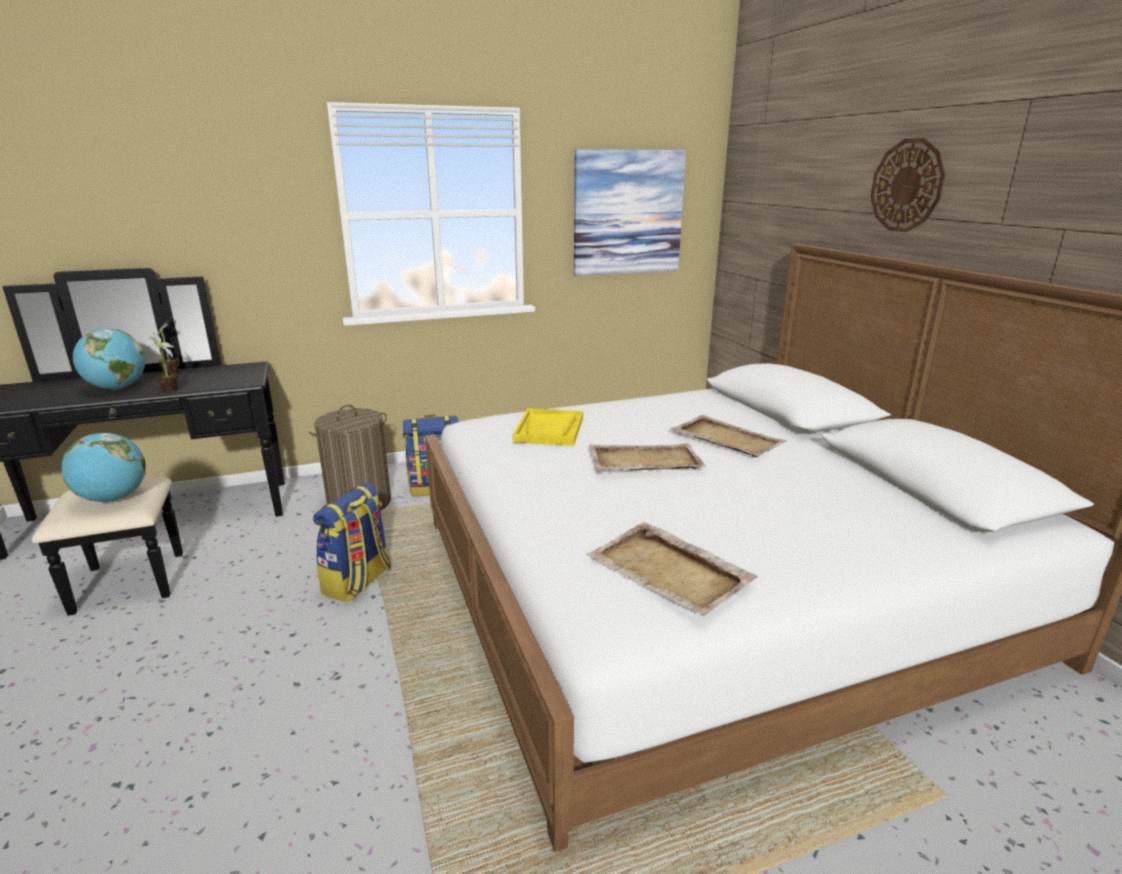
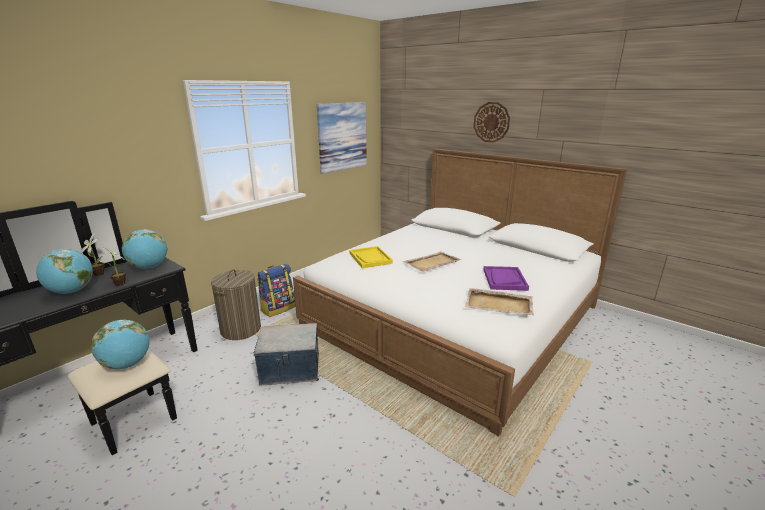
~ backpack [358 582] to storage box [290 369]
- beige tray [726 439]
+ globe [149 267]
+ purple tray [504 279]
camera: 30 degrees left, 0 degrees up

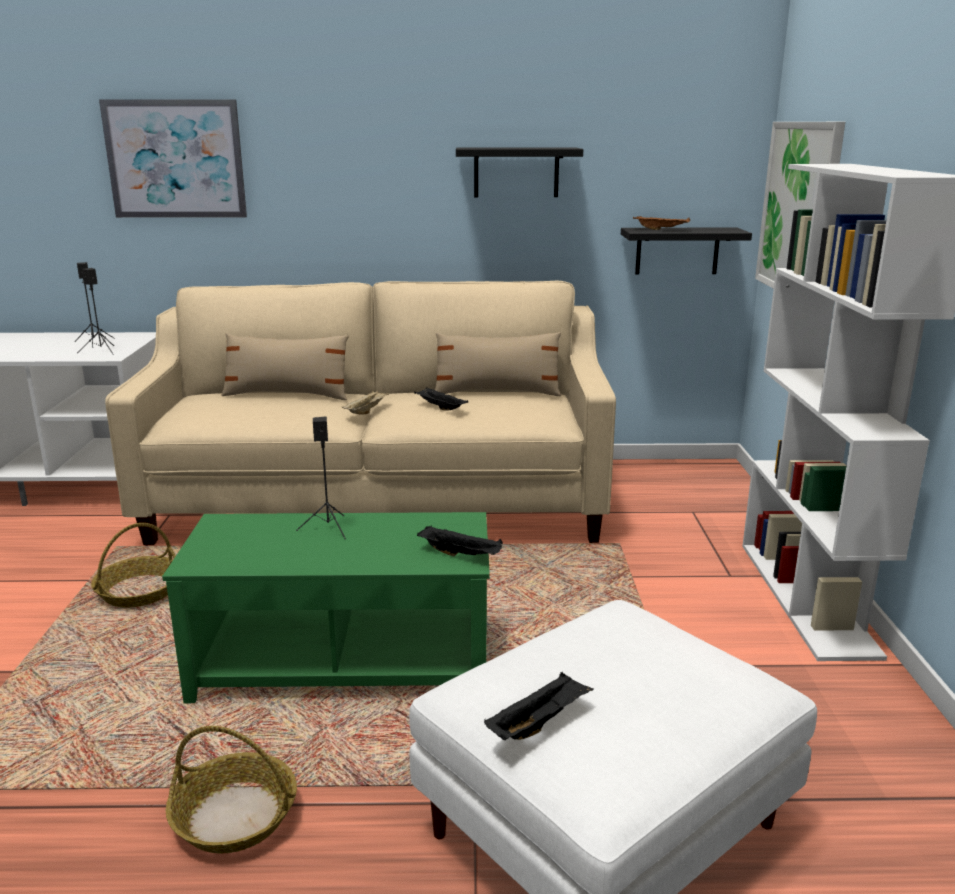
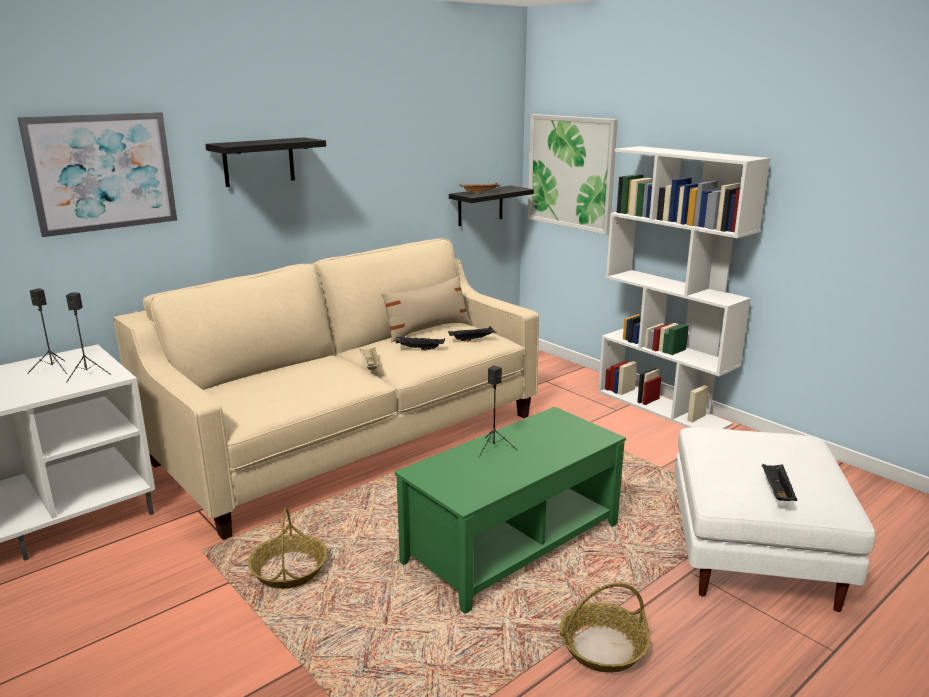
- beige pillow [287 395]
~ black tray [461 554] to [472 340]
~ black shelf [516 172] to [259 162]
camera: 40 degrees left, 0 degrees up

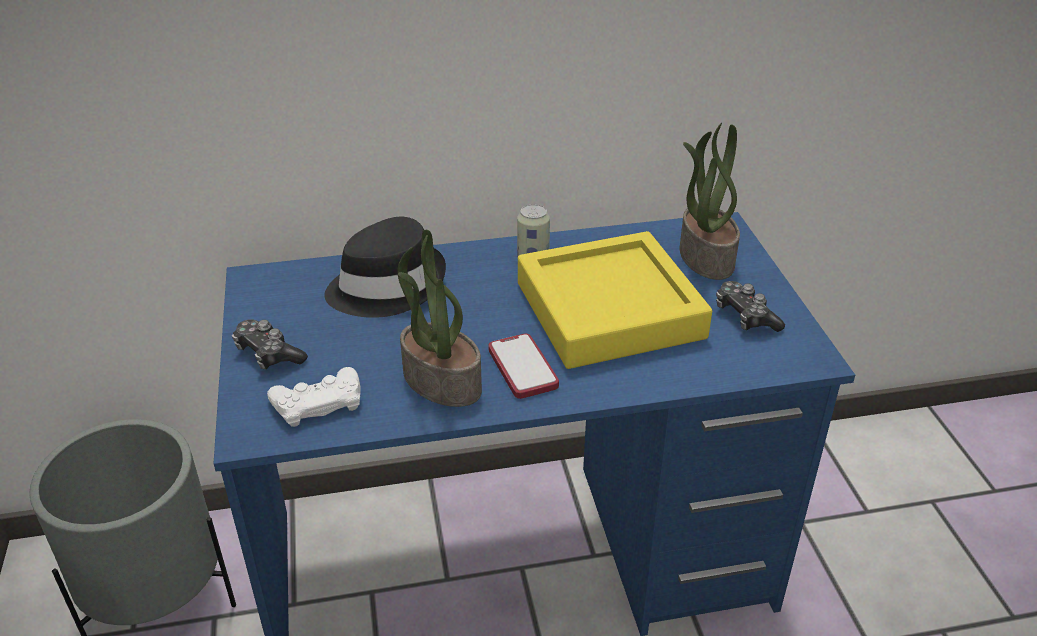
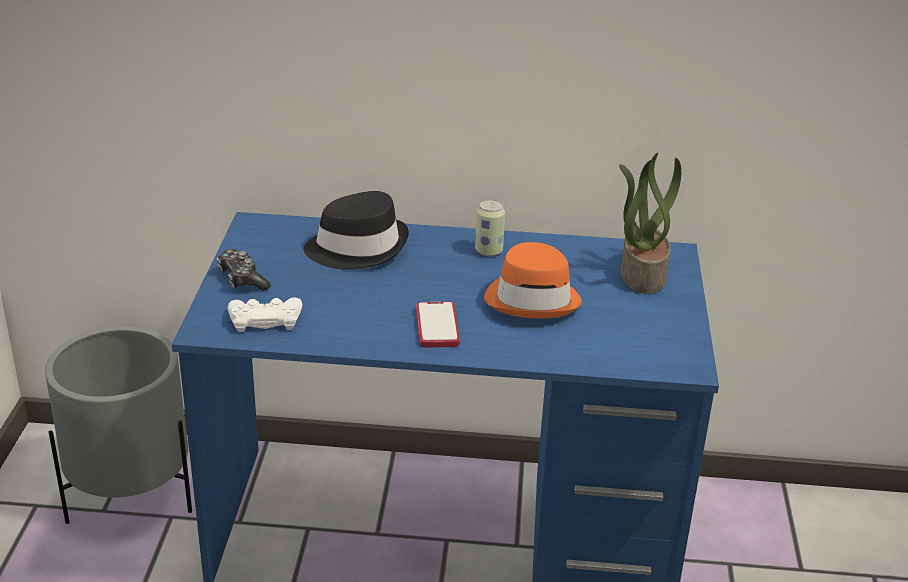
- potted plant [440 382]
~ yellow tray [609 310] to orange hat [533 299]
- game controller [745 316]
camera: 15 degrees right, 5 degrees down

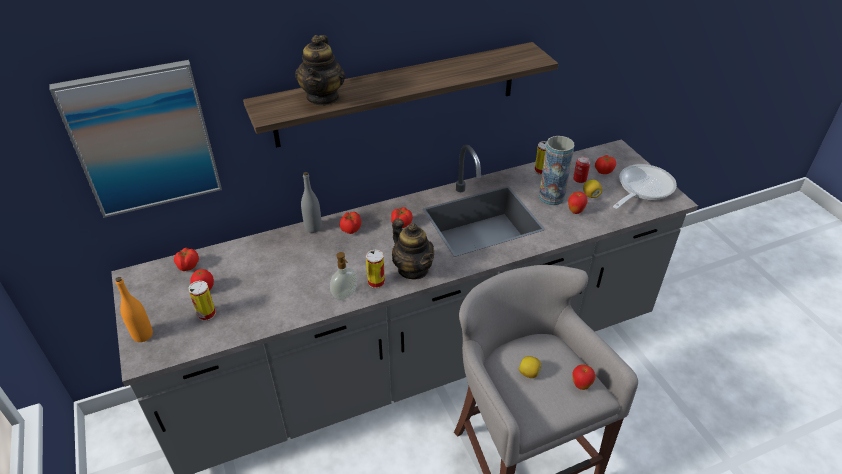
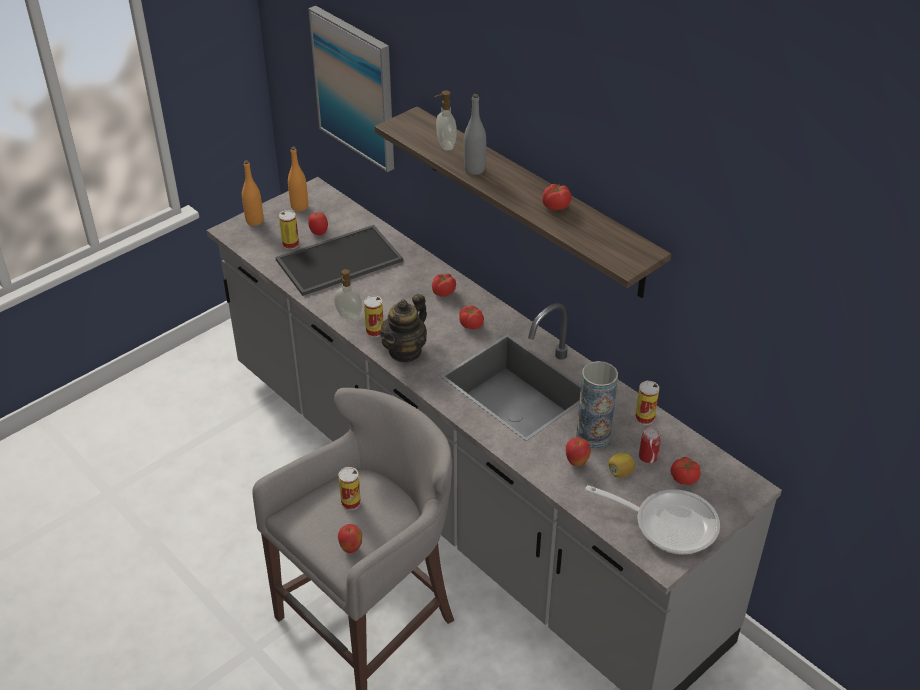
~ tomato [188 266] to [556 206]
~ teapot [323 97] to soap dispenser [445 145]
~ grey bottle [313 228] to [474 169]
~ lemon [529 373] to can [351 502]
+ tray [339 262]
+ orange bottle [299 206]
camera: 70 degrees right, 0 degrees up

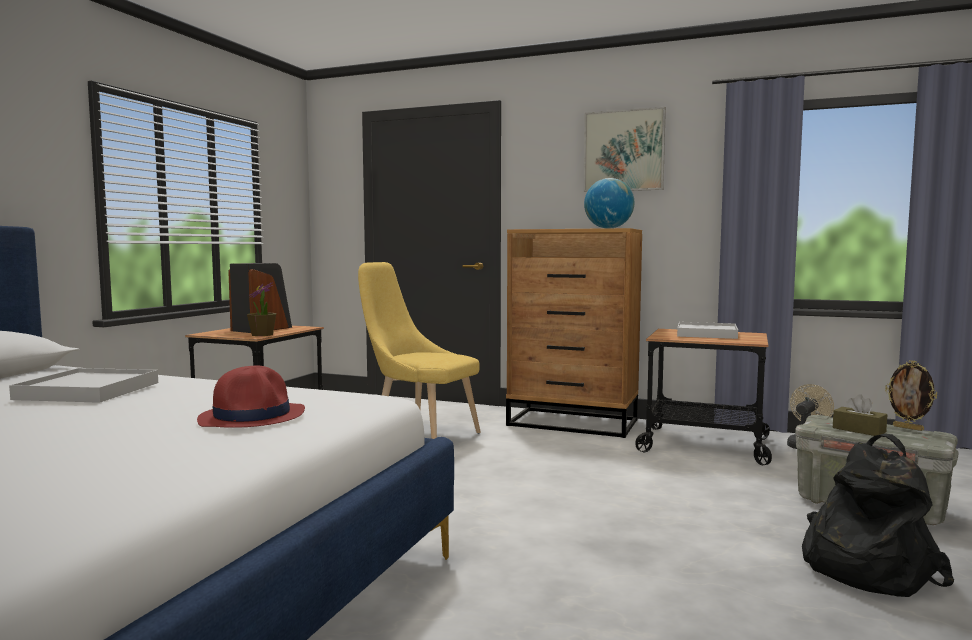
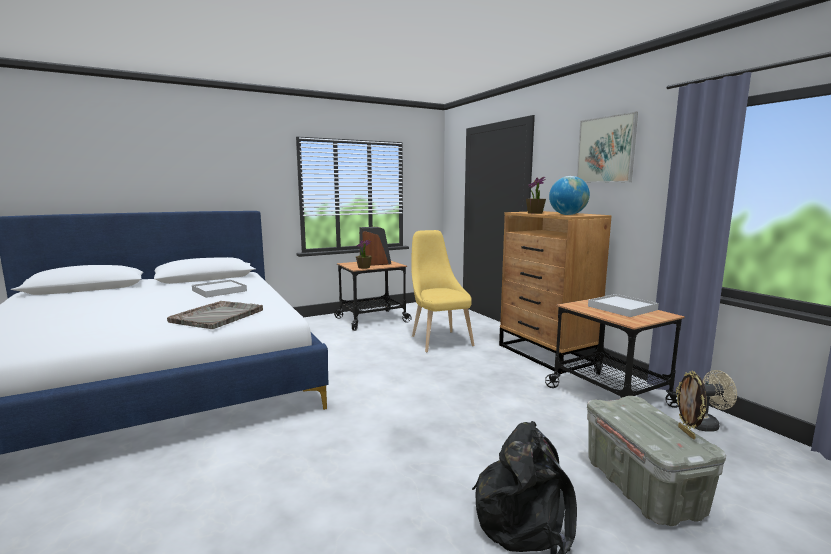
~ red hat [253 417] to grey tray [218 316]
- brown tissue box [859 430]
+ potted plant [535 213]
camera: 40 degrees right, 5 degrees up

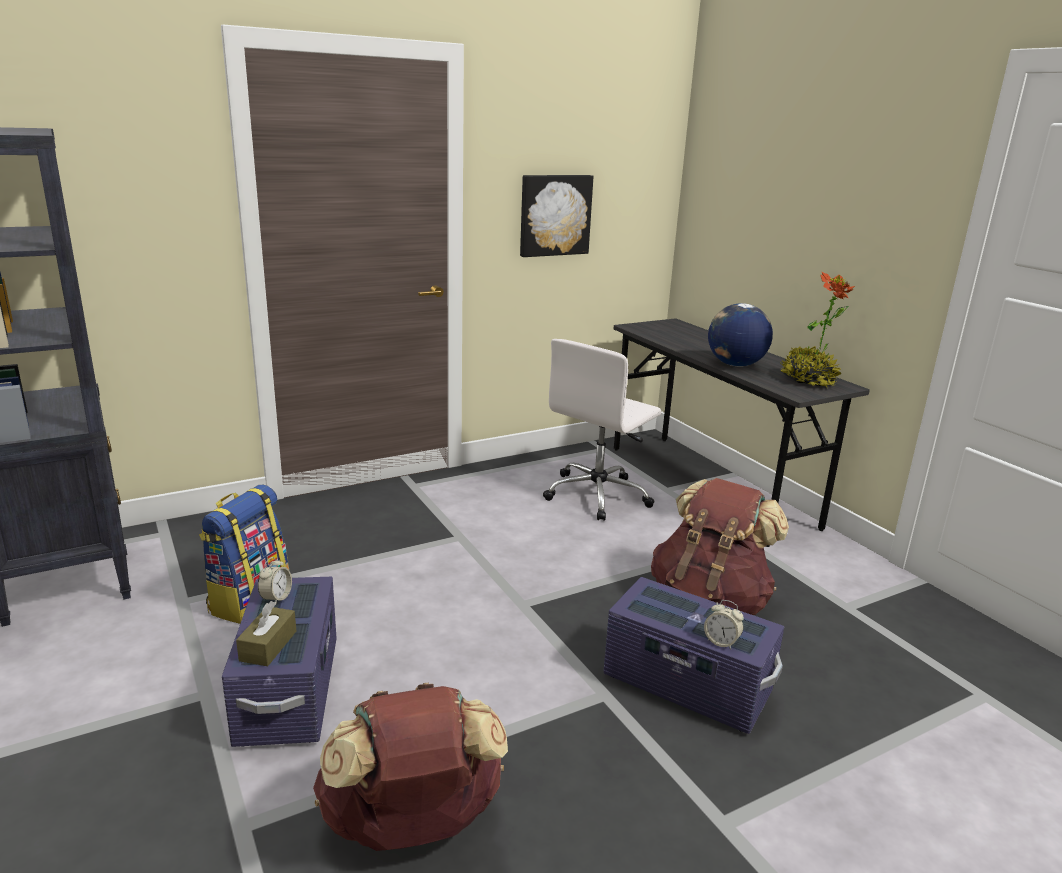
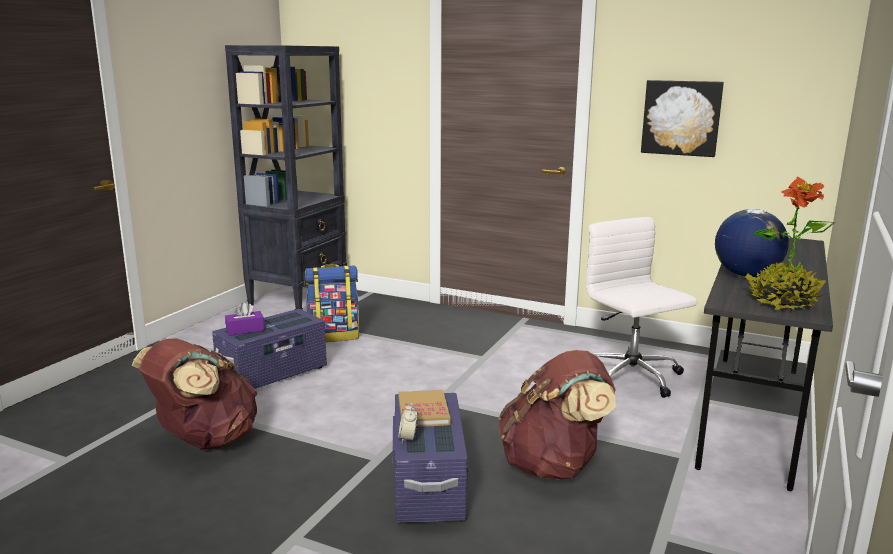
~ brown tissue box [268 646] to purple tissue box [245 330]
- alarm clock [276 598]
~ white office chair [598 495] = [632 378] 60 degrees clockwise
+ book [423 411]
camera: 55 degrees right, 5 degrees down

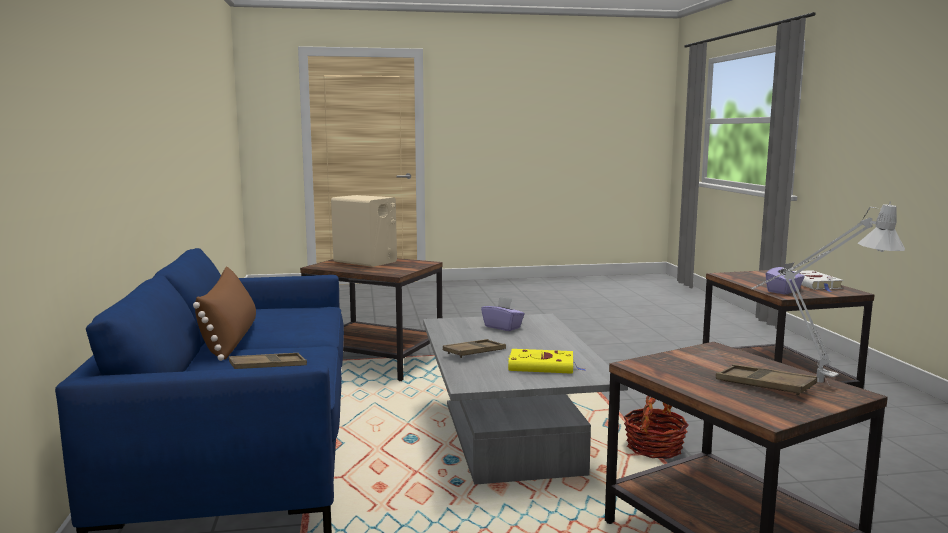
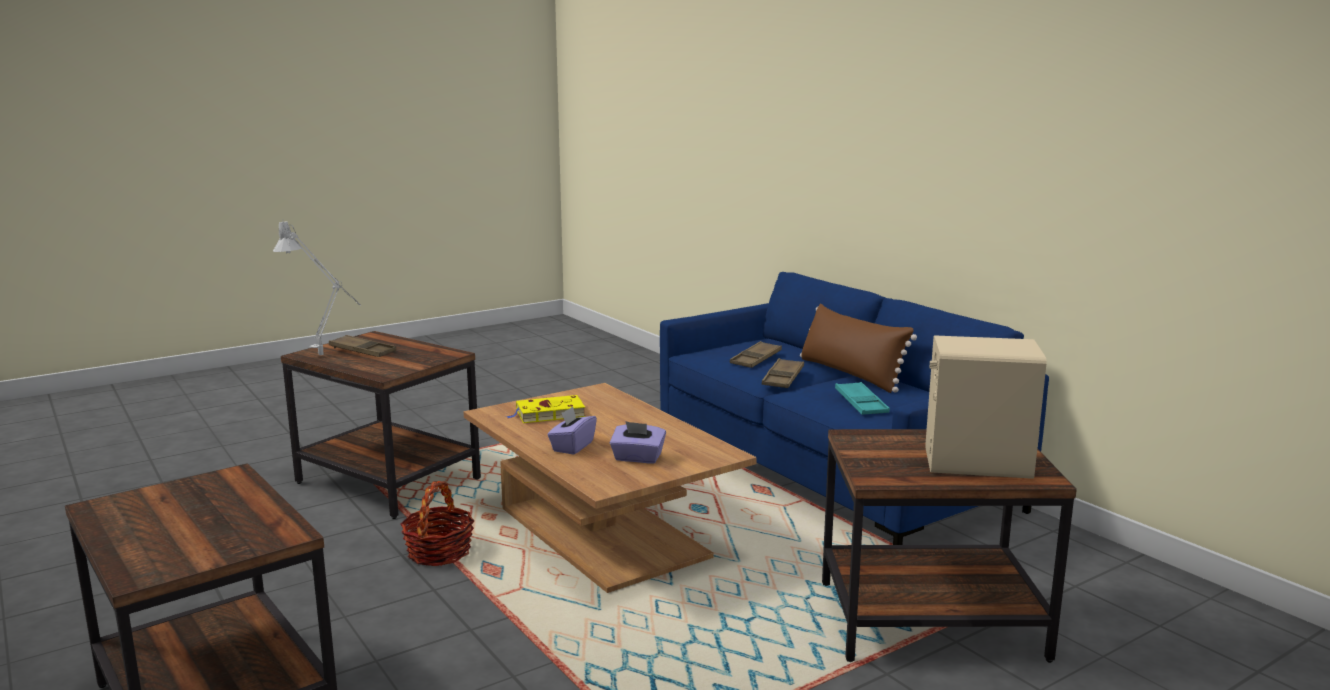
~ grey coffee table [509 437] to brown coffee table [602 533]
~ brown tray [474 352] to [783 378]
~ purple tissue box [784 291] to [572 446]
- white book [813 284]
+ turquoise tray [861 403]
camera: 155 degrees right, 5 degrees up

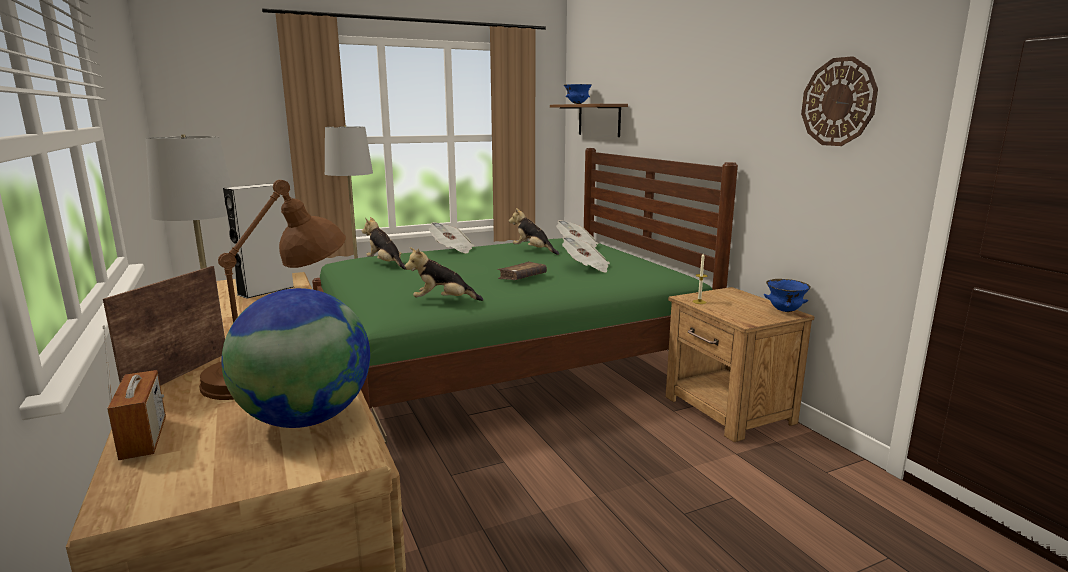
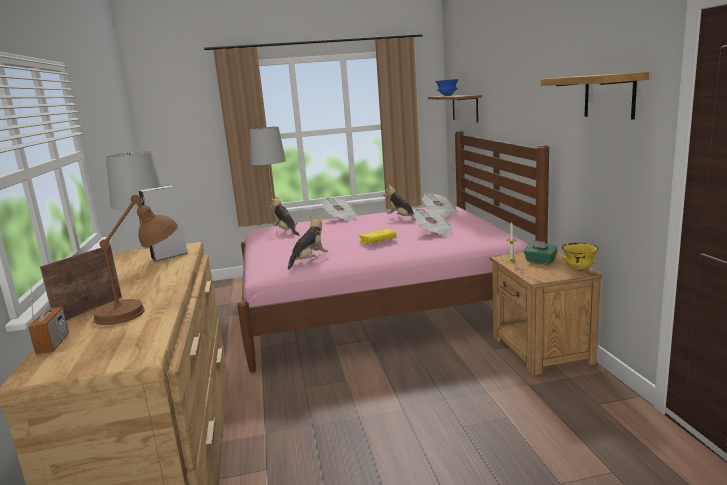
- globe [305 419]
~ green bed [506 363] to pink bed [378 307]
~ plush toy [443 301] = [309 260] 120 degrees clockwise
~ brown book [522 277] to yellow book [378 241]
~ blue bowl [784 311] to yellow bowl [578 270]
~ wall clock [838 102] to shelf [609 96]
+ green tissue box [540 261]
camera: 15 degrees right, 0 degrees up

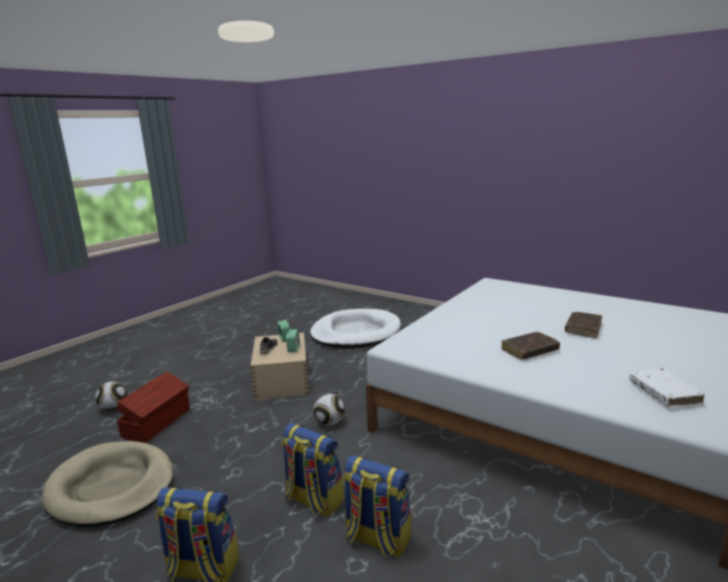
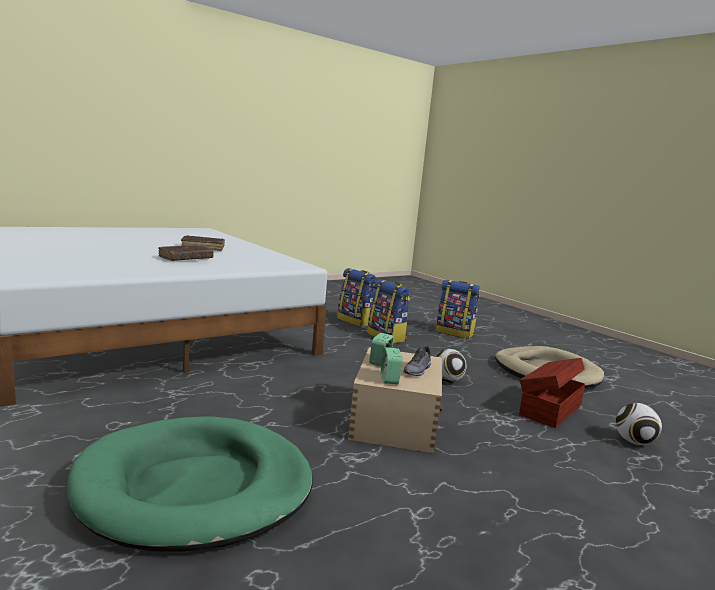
~ white dog bed [355 333] to green dog bed [195 487]
~ football [329 422] to [447 381]
~ brown book [583 329] to [186 258]
- white book [664 394]
camera: 165 degrees left, 5 degrees down

